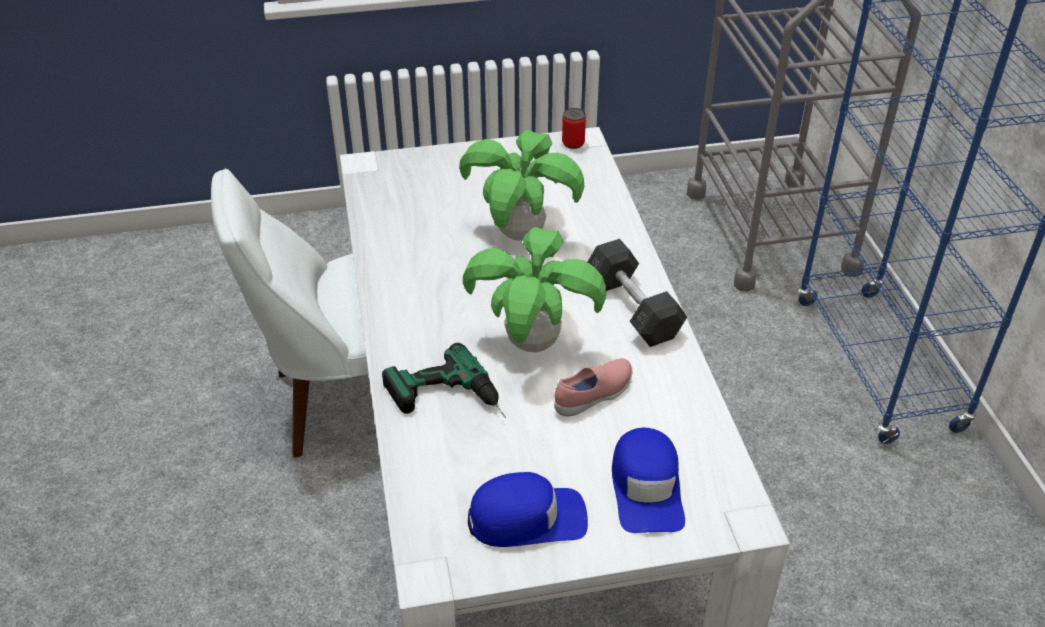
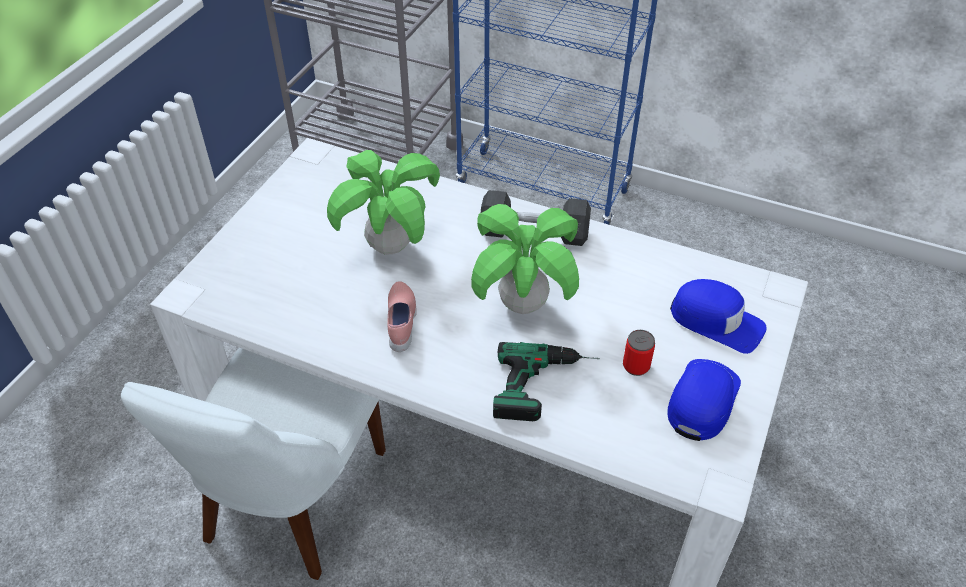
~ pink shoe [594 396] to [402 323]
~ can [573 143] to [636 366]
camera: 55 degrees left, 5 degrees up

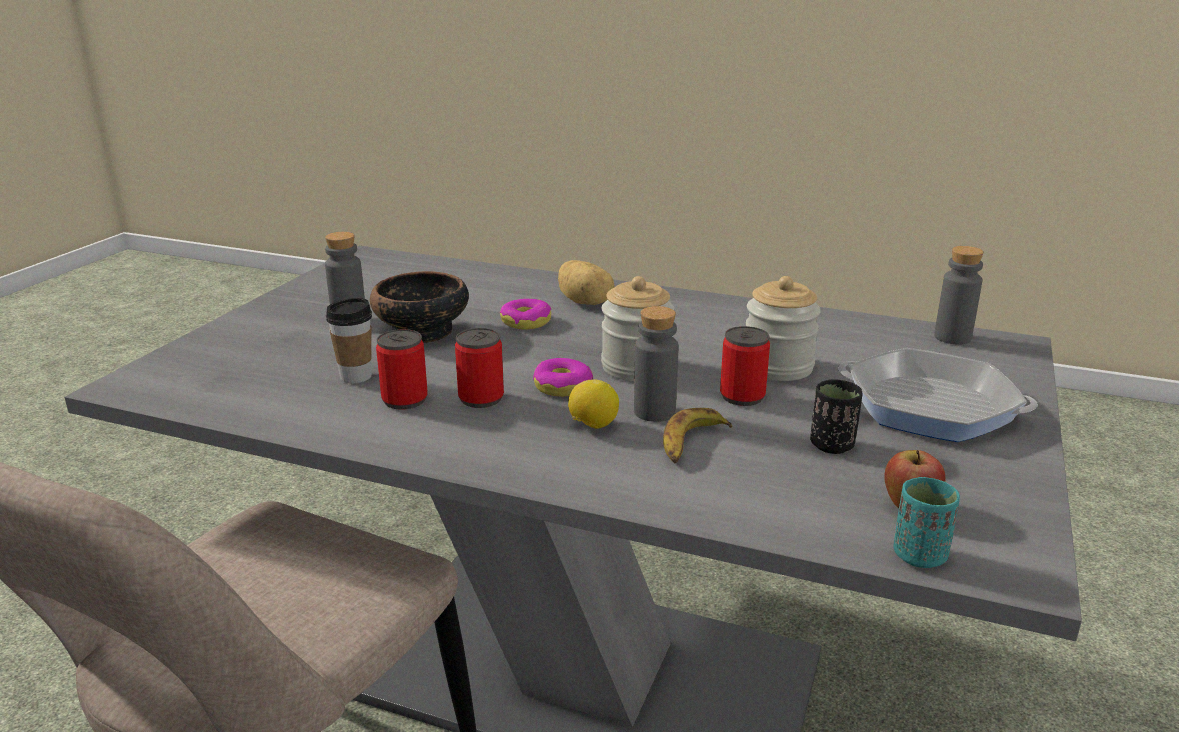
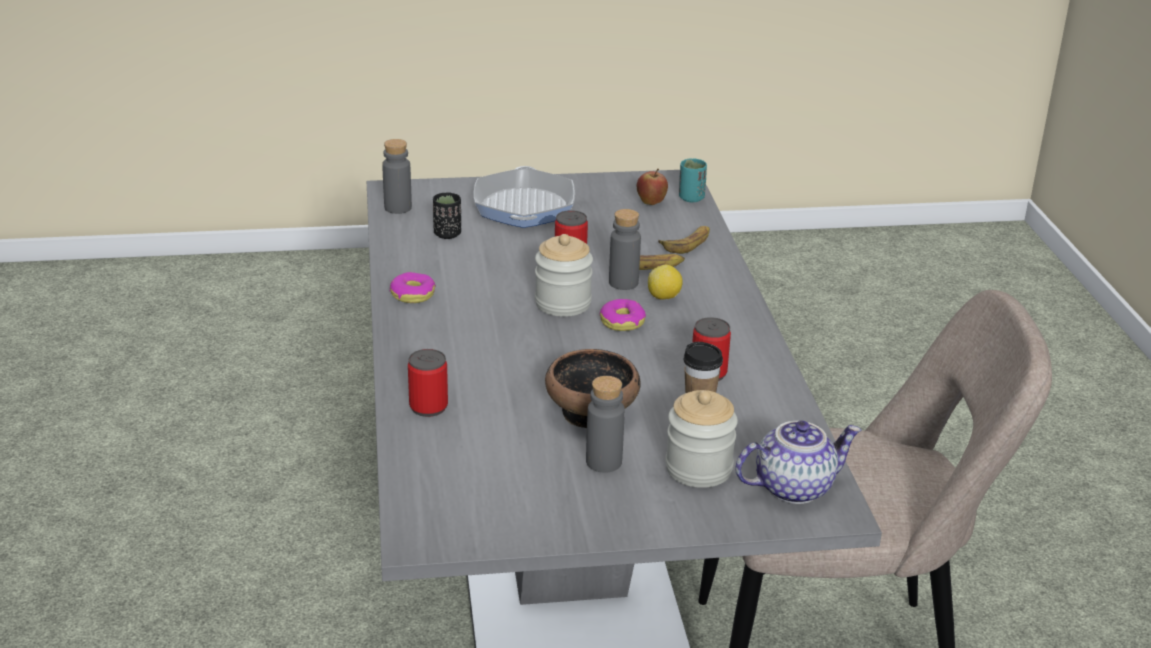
~ can [481 398] to [428 407]
~ donut [526 322] to [413 294]
- potato [585 302]
~ jar [778 367] to [698 469]
~ black cup [832 445] to [447 234]
+ banana [687 243]
+ teapot [793 487]
camera: 120 degrees left, 5 degrees up

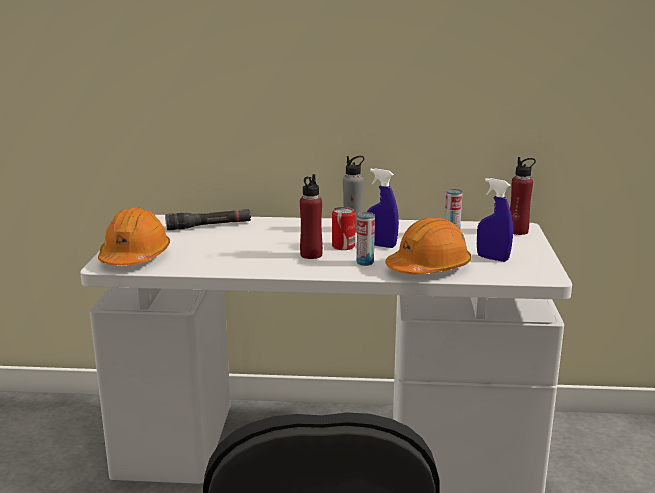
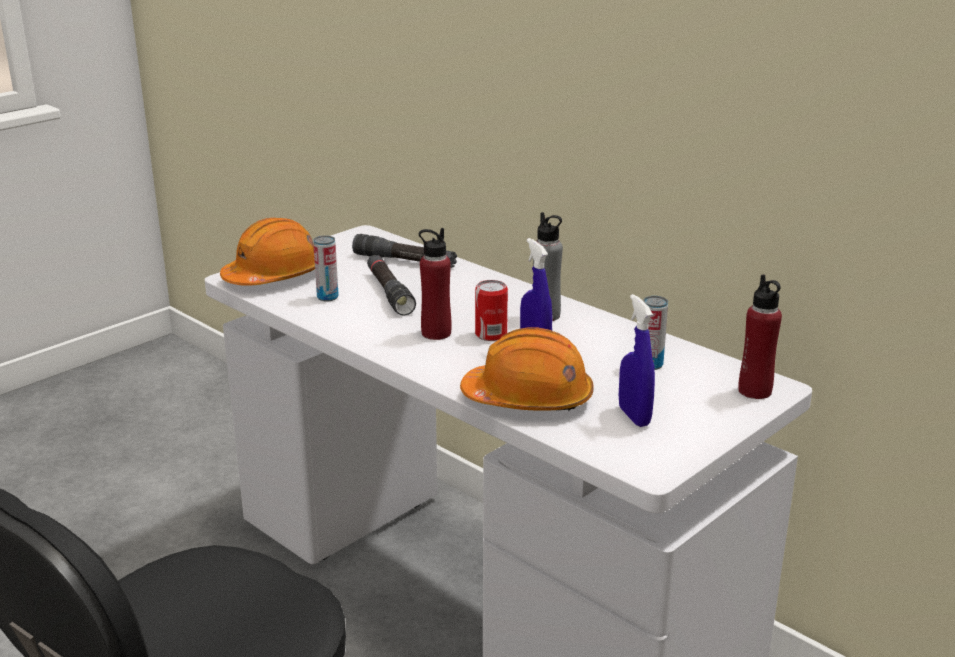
~ can [365 262] to [327 297]
+ black flashlight [389 293]
camera: 40 degrees right, 5 degrees up

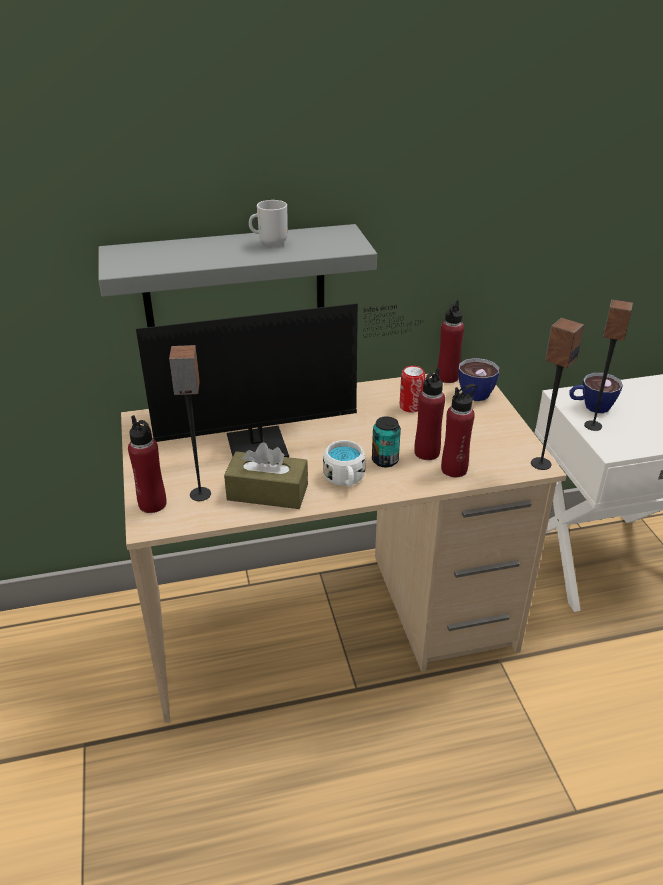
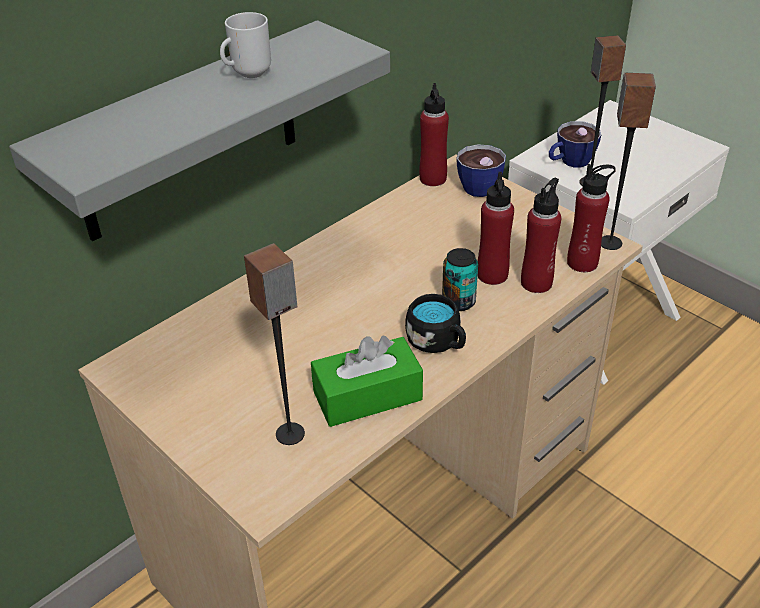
~ red bottle [152 504] to [582 263]
- monitor [268 446]
~ brown tissue box [267 492] to green tissue box [367 396]
~ white mug [345 479] to black mug [438 342]
- can [411 406]
camera: 30 degrees left, 5 degrees up

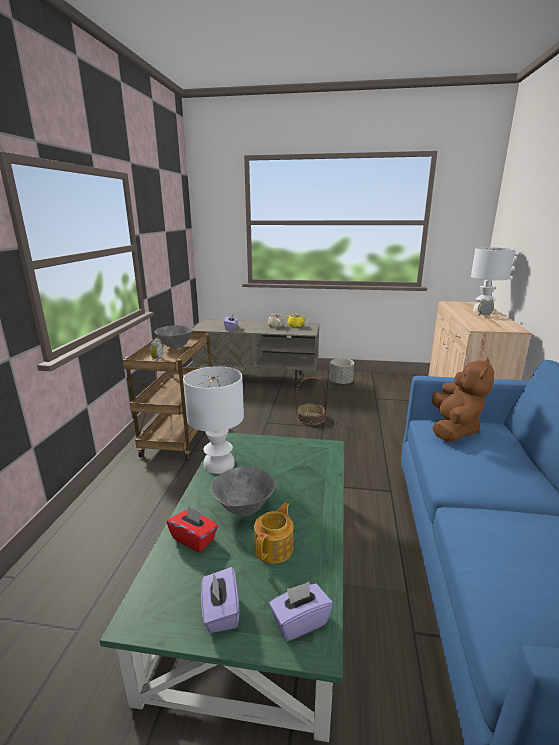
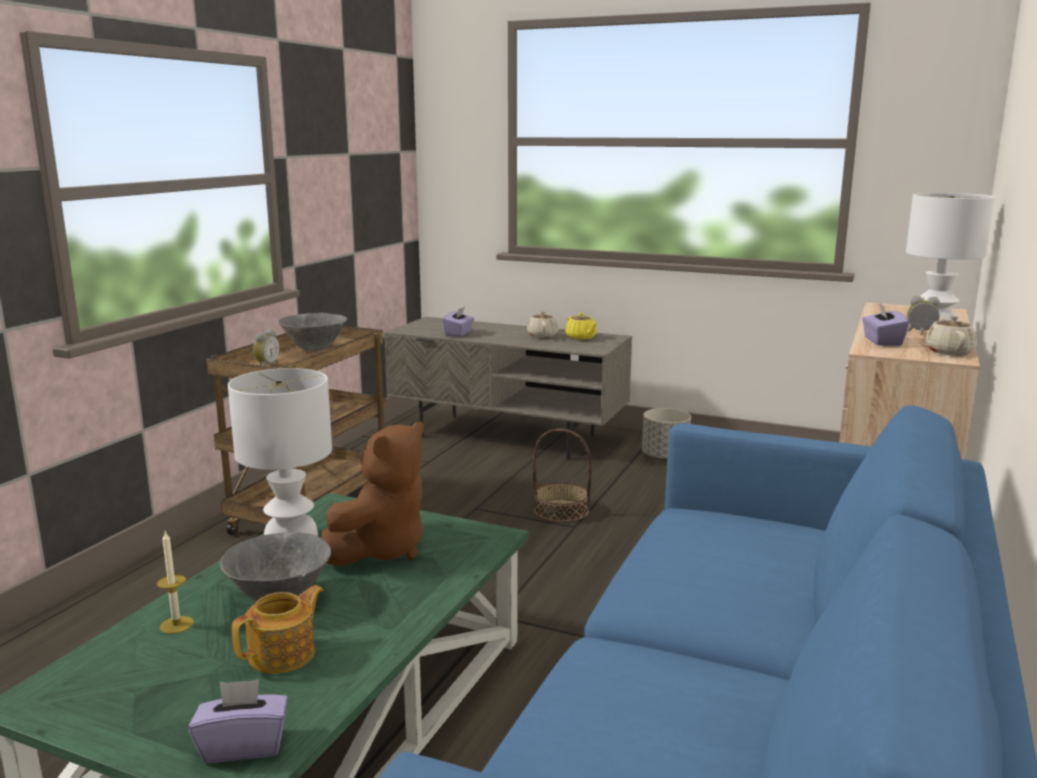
~ red tissue box [194 539] to candle [176 625]
~ purple tissue box [220 612] to [882 341]
~ brown plush toy [453 429] to [381 549]
+ beige teapot [948 352]
camera: 15 degrees right, 5 degrees down

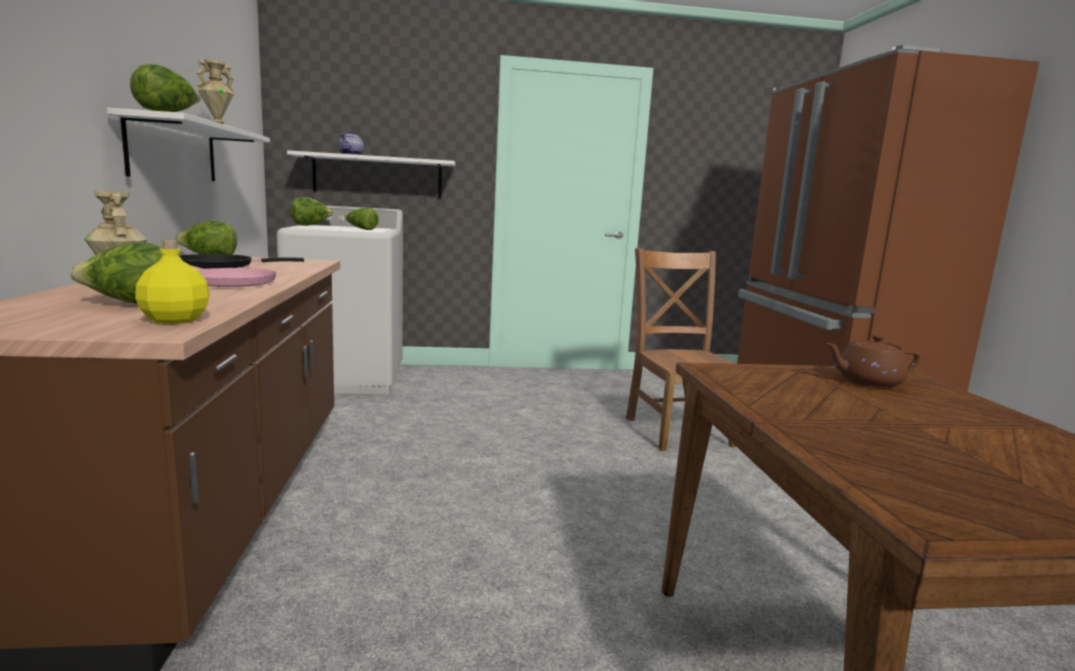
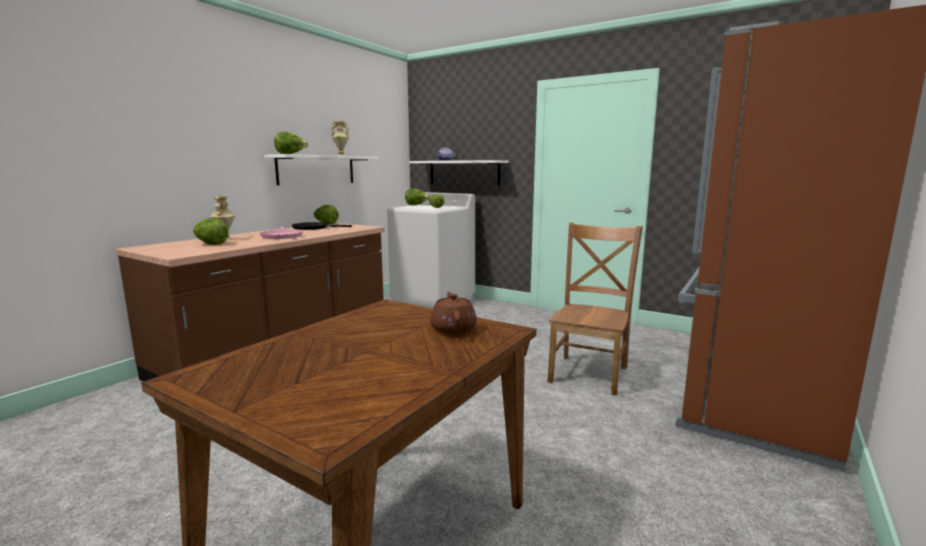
- yellow bottle [174 320]
~ brown teapot [867 382] = [453 329] 45 degrees clockwise
camera: 40 degrees right, 0 degrees up

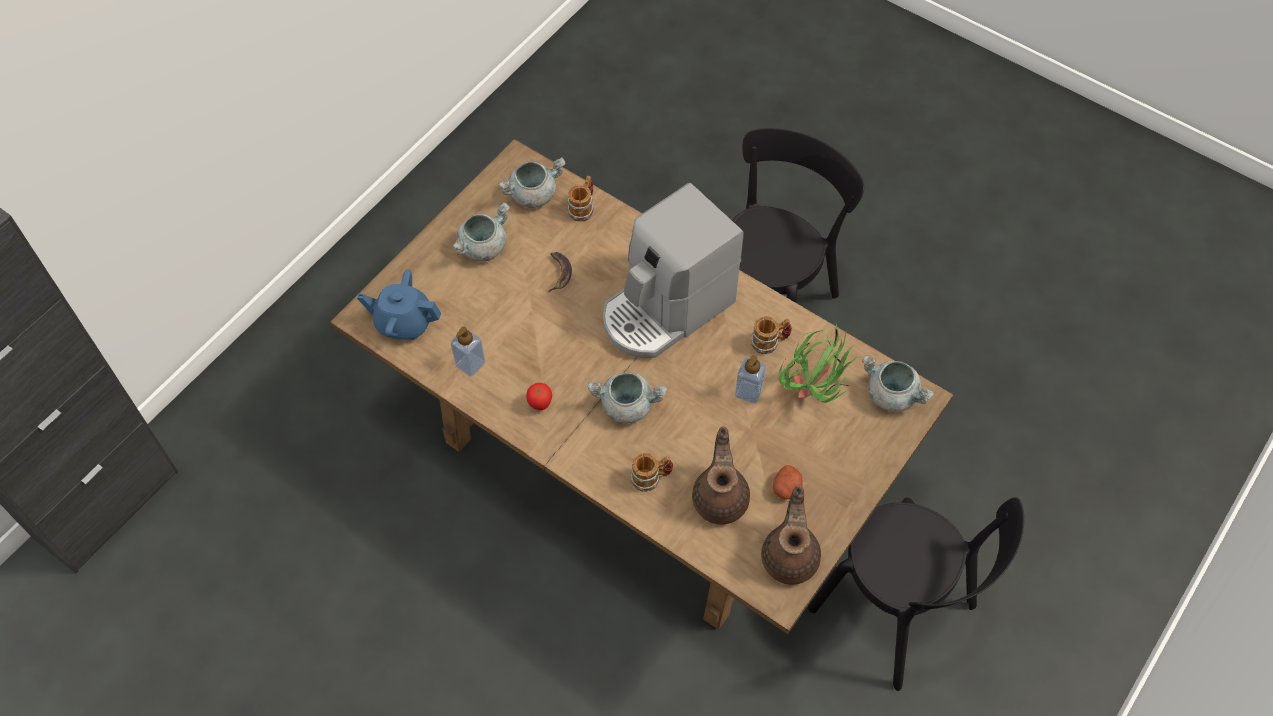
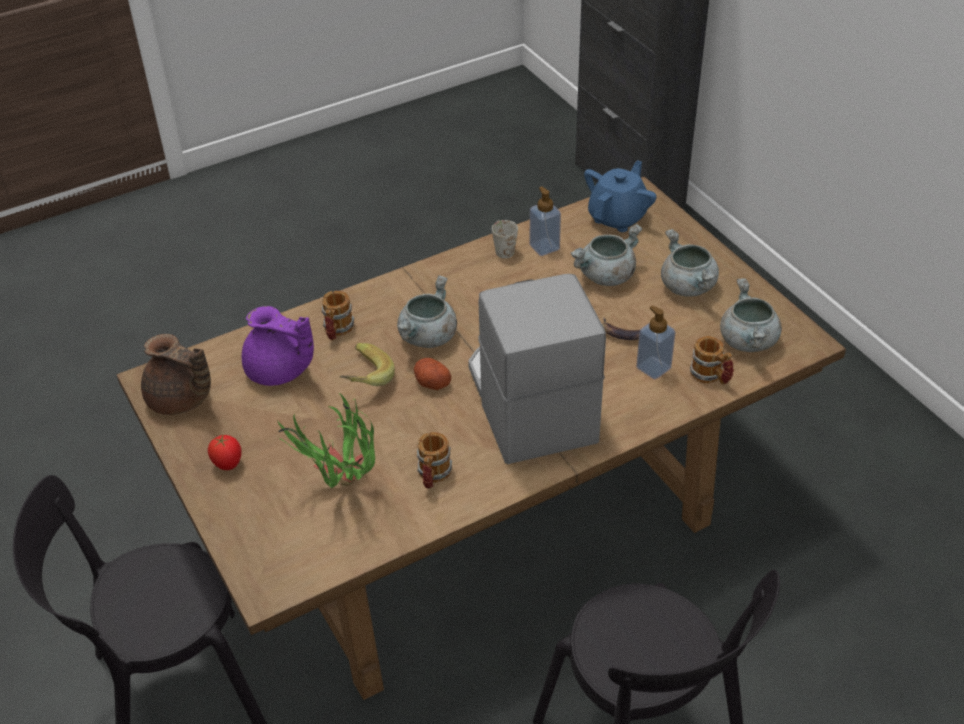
~ tomato [539 404] to [228 464]
~ brown teapot [721 498] to purple teapot [279 372]
~ soap dispenser [748 391] to [653 368]
~ potato [787 488] to [431 382]
~ grey cooking pot [892 395] to [606 276]
+ banana [362 379]
+ white mug [502 248]
camera: 115 degrees right, 15 degrees down

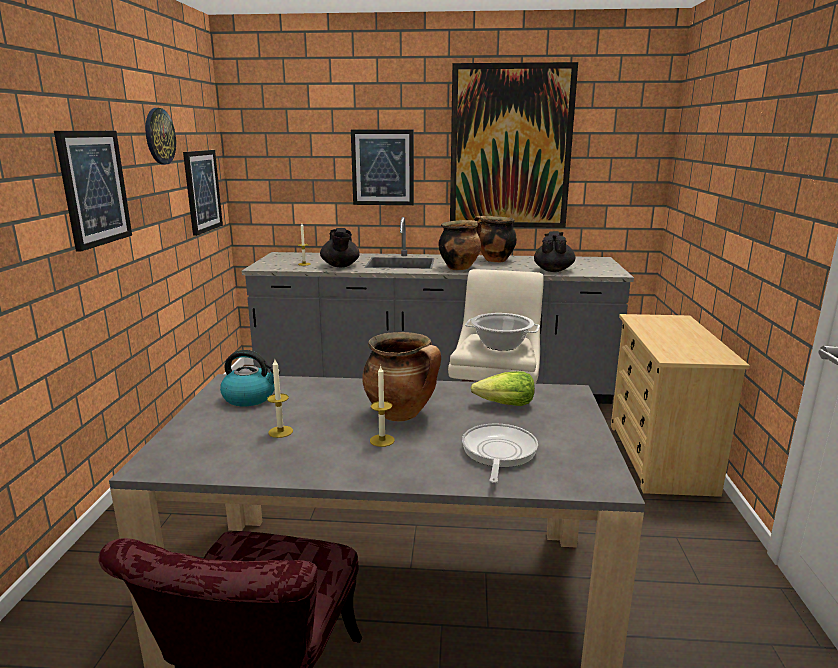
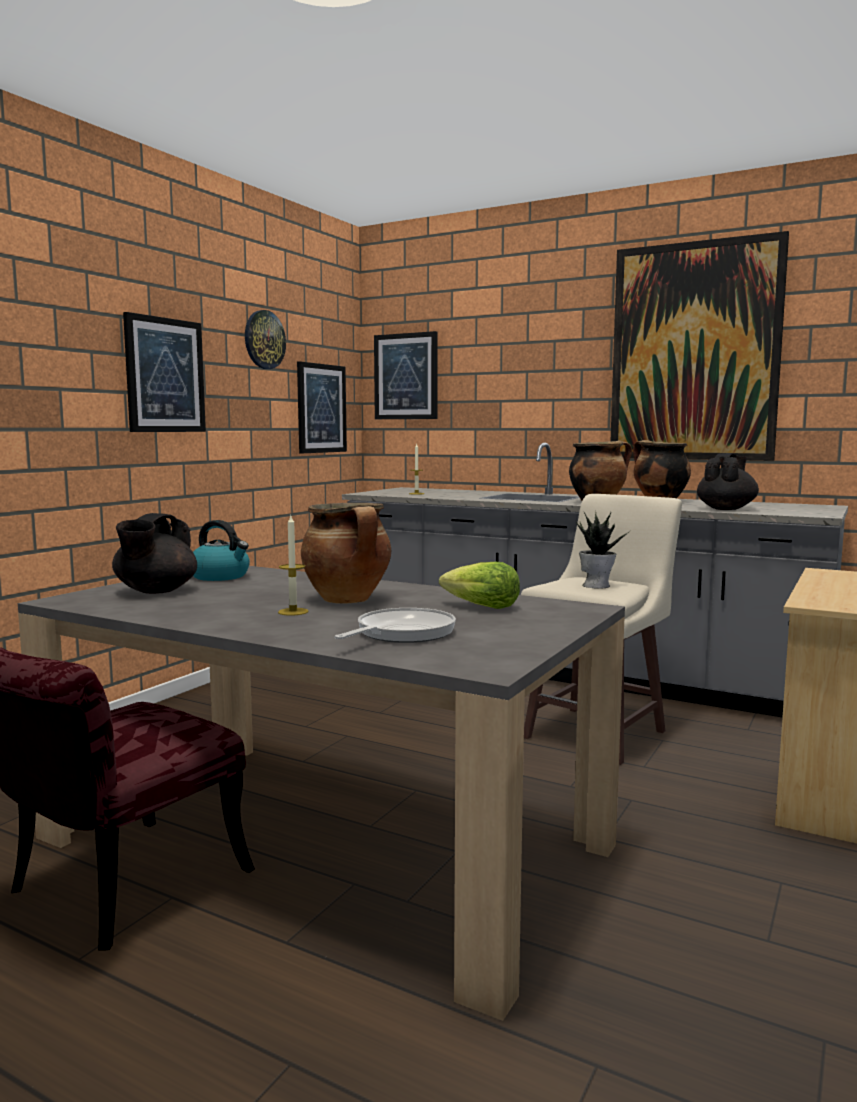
- candle [280 432]
~ black teapot [340 266] to [155 591]
~ picture [383 167] to [406 376]
~ cooking pot [501 345] to potted plant [596 585]
camera: 25 degrees right, 10 degrees down

